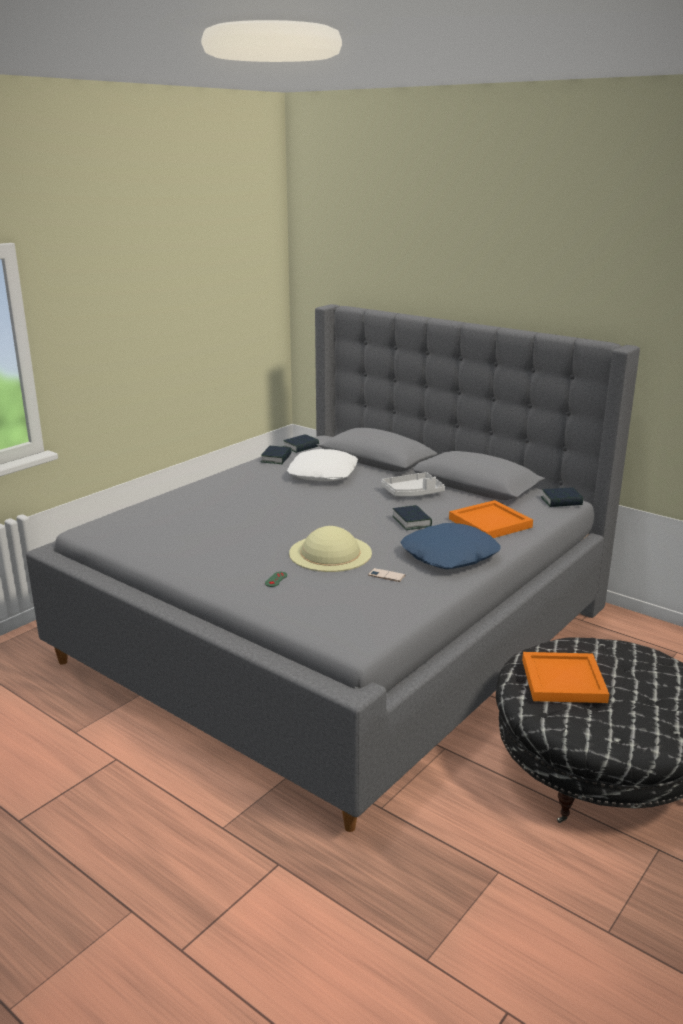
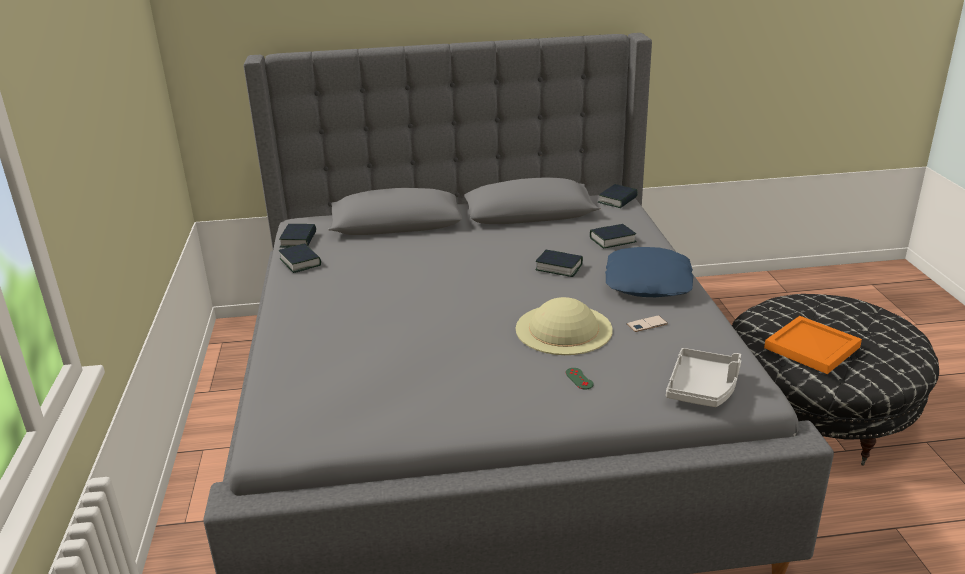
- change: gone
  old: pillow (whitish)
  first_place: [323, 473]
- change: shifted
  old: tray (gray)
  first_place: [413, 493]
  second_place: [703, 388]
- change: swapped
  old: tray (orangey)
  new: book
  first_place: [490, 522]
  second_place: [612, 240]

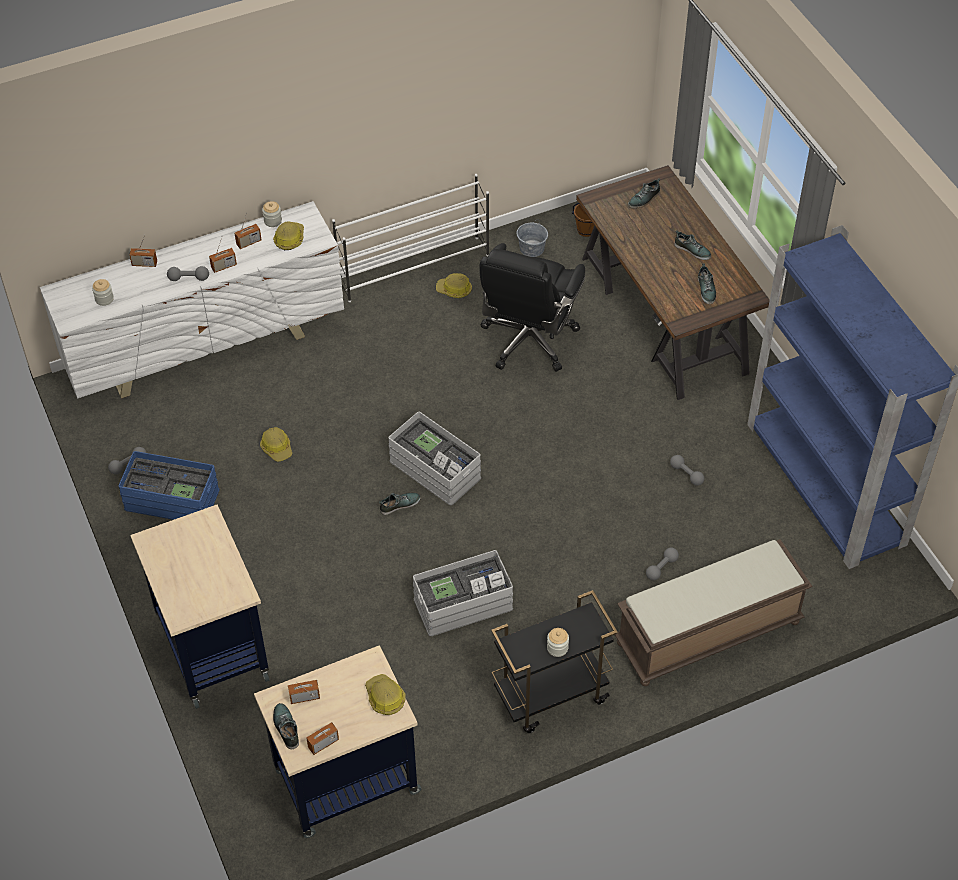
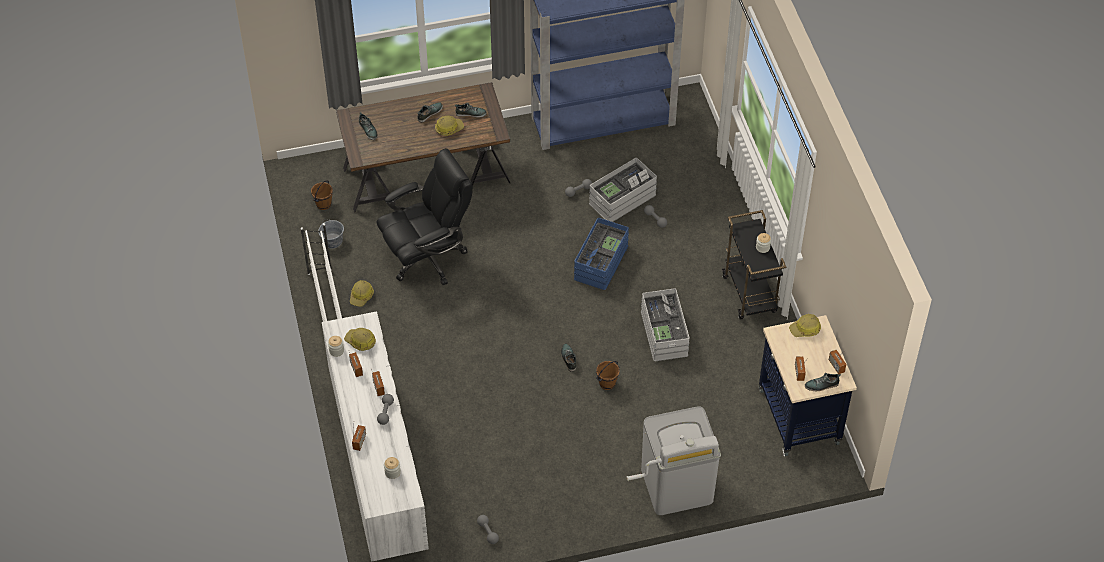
- change: gone
  old: bench (brown-coloured)
  first_place: [707, 634]
- change: new
  new: pail (brown-coloured)
  second_place: [607, 384]
- change: shifted
  old: storage box (blue-coloured)
  first_place: [171, 500]
  second_place: [601, 262]
- change: shifted
  old: safety helmet
  first_place: [277, 448]
  second_place: [449, 128]
- change: shifted
  old: storage box (gray)
  first_place: [436, 469]
  second_place: [622, 198]
- change: swapped
  old: trolley (blue-coloured)
  new: laundry appliance (gray)
  first_place: [212, 647]
  second_place: [675, 487]
- change: rotated
  old: office chair (black)
  first_place: [529, 339]
  second_place: [427, 257]
  degrees: -60

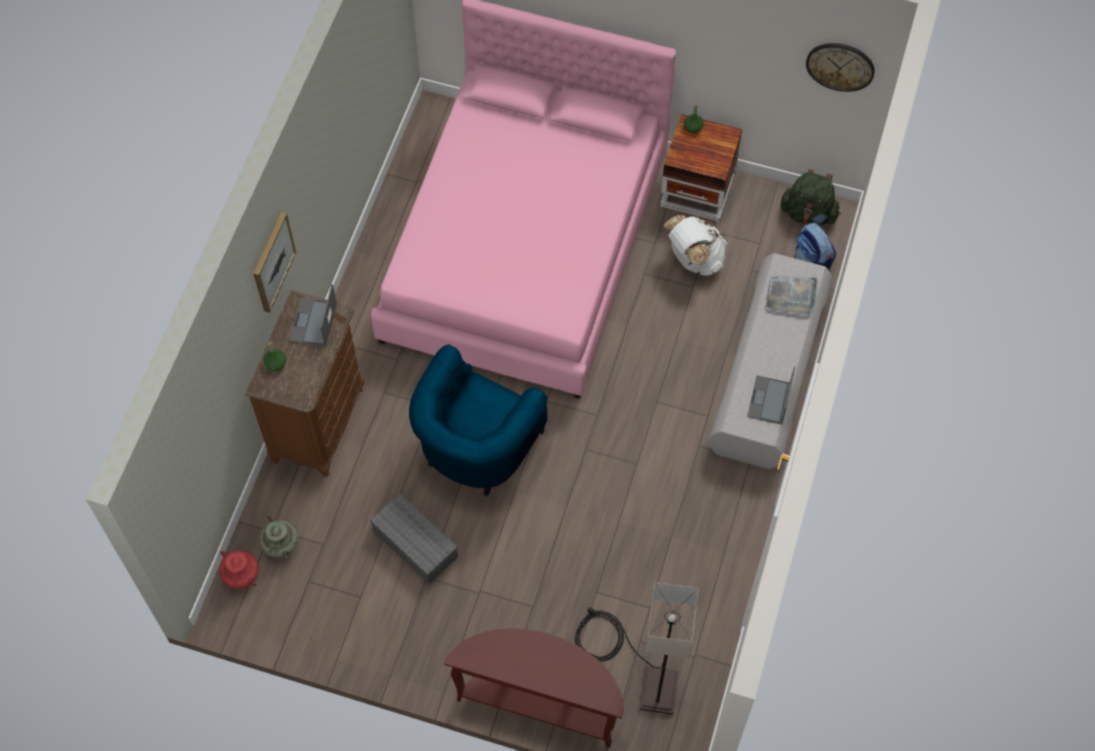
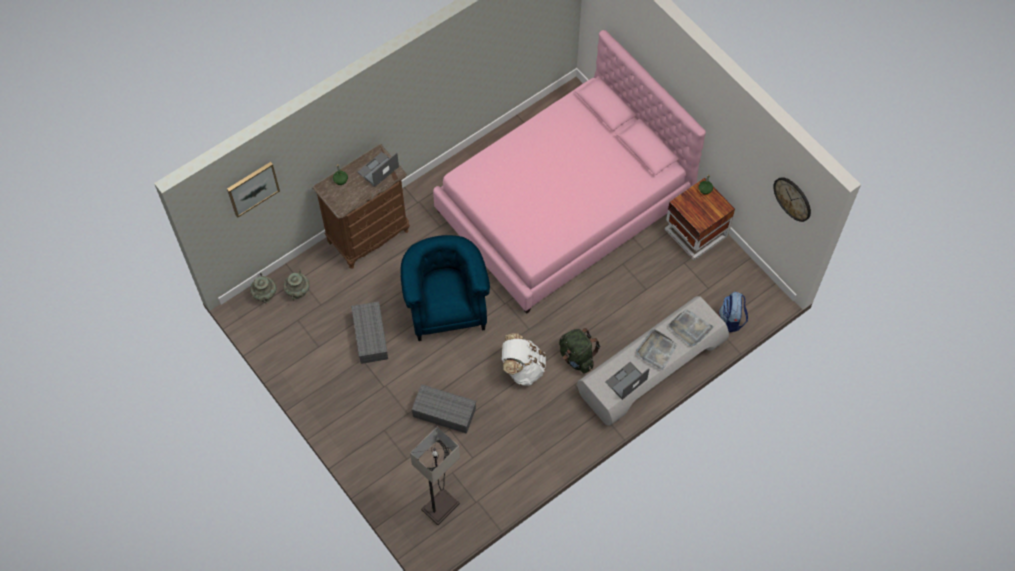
- change: gone
  old: hall table (brown-coloured)
  first_place: [540, 702]
- change: new
  new: storage box (gray)
  second_place: [443, 413]
- change: new
  new: tray (gray)
  second_place: [656, 350]
- change: shifted
  old: wall picture
  first_place: [272, 262]
  second_place: [252, 188]
- change: shifted
  old: rucksack (whitish)
  first_place: [694, 259]
  second_place: [522, 368]
- change: shifted
  old: rucksack (green-coloured)
  first_place: [808, 214]
  second_place: [577, 357]
- change: repainted
  old: vase (reddish)
  new: vase (blue-green)
  first_place: [241, 576]
  second_place: [265, 294]
- change: rotated
  old: armchair (blue-coloured)
  first_place: [478, 448]
  second_place: [446, 305]
  degrees: 105

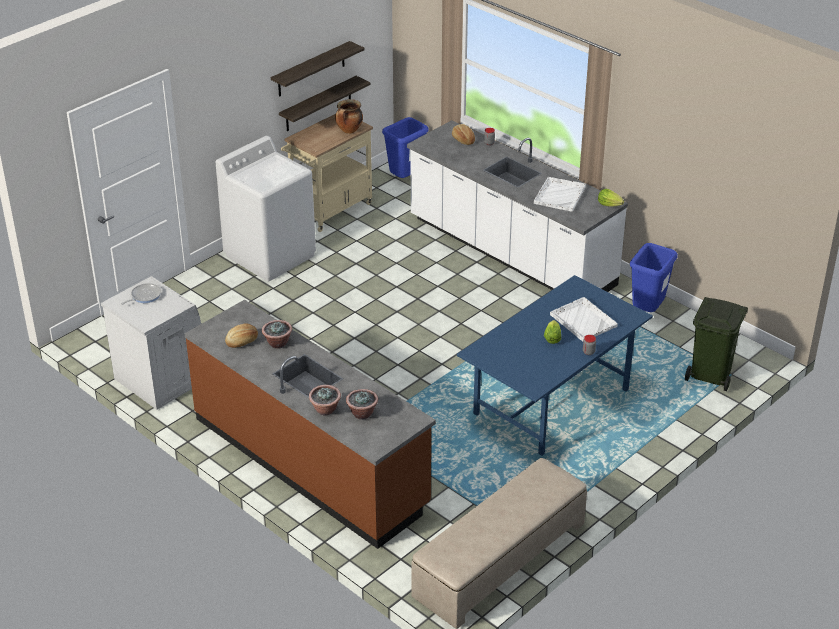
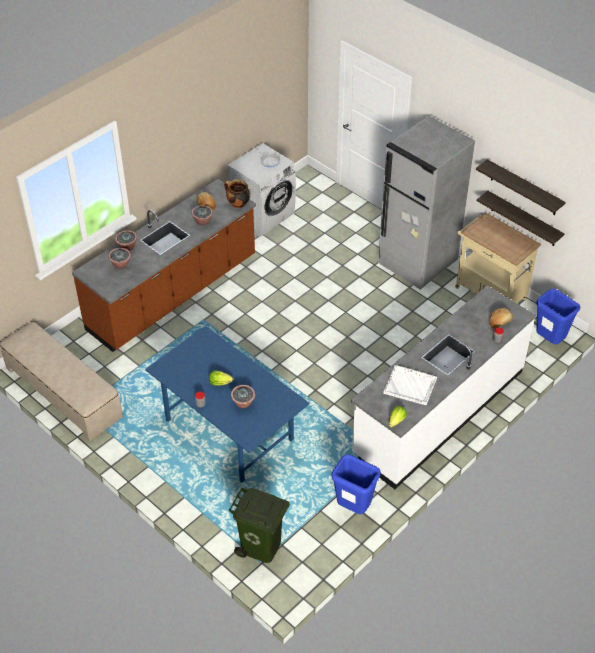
- change: shifted
  old: stockpot
  first_place: [349, 131]
  second_place: [238, 204]
- change: swapped
  old: laundry appliance (whitish)
  new: kitchen fridge (gray)
  first_place: [270, 255]
  second_place: [418, 261]
- change: swapped
  old: tray (whitish)
  new: houseplant
  first_place: [583, 320]
  second_place: [243, 403]

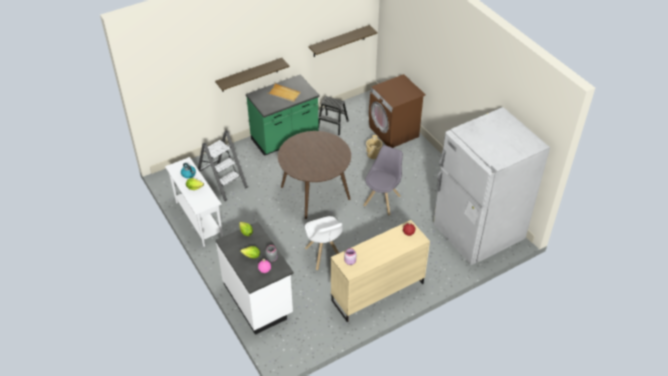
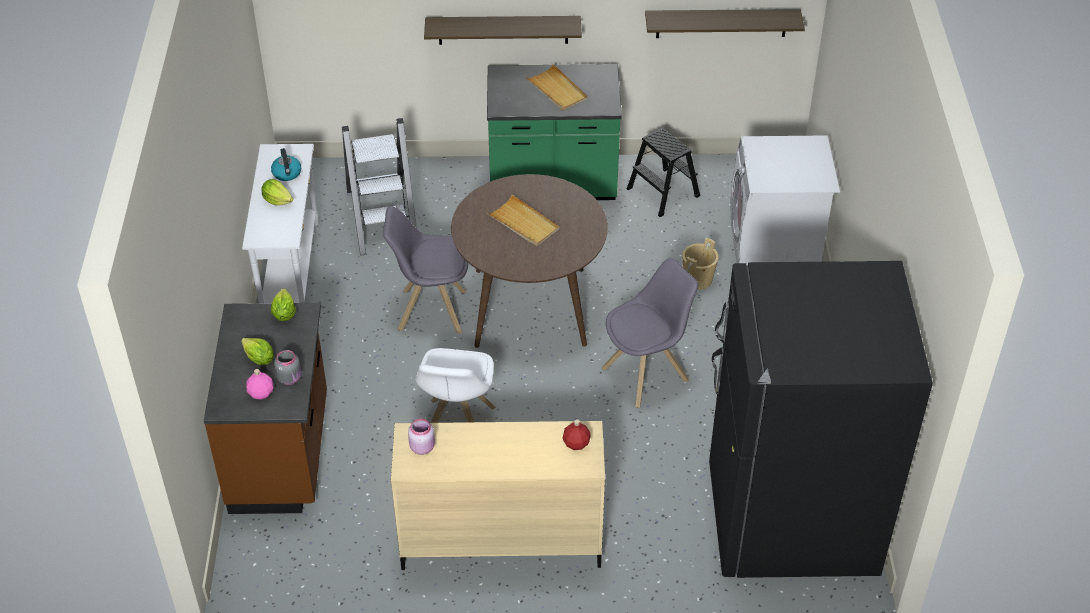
- change: new
  new: chair (gray)
  second_place: [431, 311]
- change: new
  new: tray (beige)
  second_place: [523, 223]
- change: repainted
  old: kitchen counter (whitish)
  new: kitchen counter (brown-coloured)
  first_place: [258, 299]
  second_place: [282, 454]
- change: repainted
  old: laundry appliance (brown-coloured)
  new: laundry appliance (whitish)
  first_place: [395, 132]
  second_place: [775, 253]
- change: repainted
  old: kitchen fridge (whitish)
  new: kitchen fridge (black)
  first_place: [478, 232]
  second_place: [792, 519]

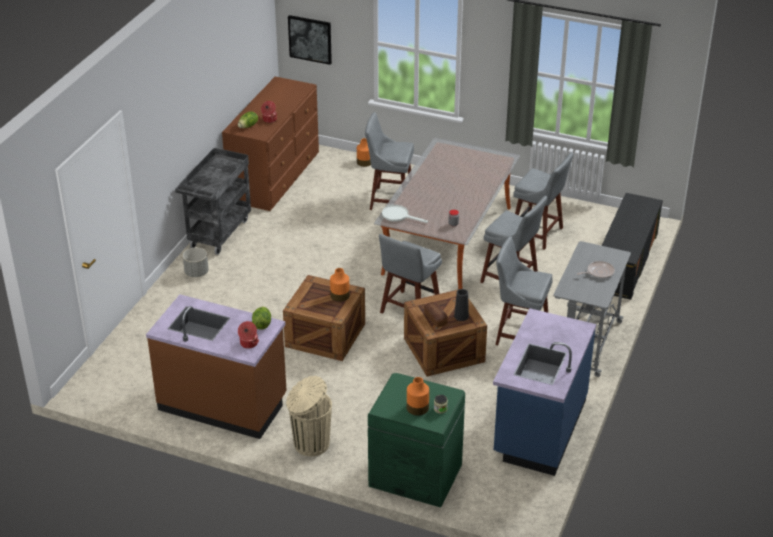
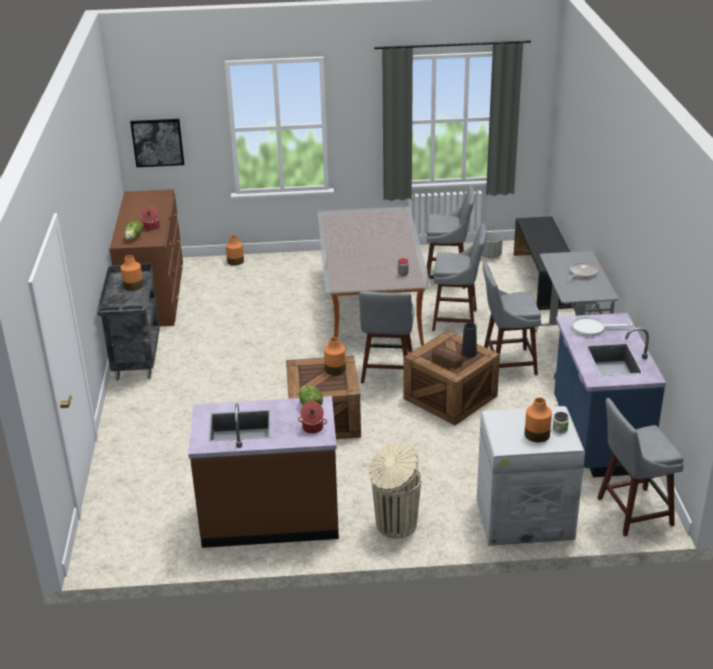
- change: new
  new: vase (orangey)
  second_place: [133, 286]
- change: shifted
  old: plant pot (gray)
  first_place: [197, 272]
  second_place: [490, 256]
- change: shifted
  old: chair (gray)
  first_place: [389, 199]
  second_place: [631, 512]
- change: shifted
  old: pan (whitish)
  first_place: [399, 216]
  second_place: [593, 328]
- change: repainted
  old: laundry appliance (green-coloured)
  new: laundry appliance (whitish)
  first_place: [416, 472]
  second_place: [522, 515]

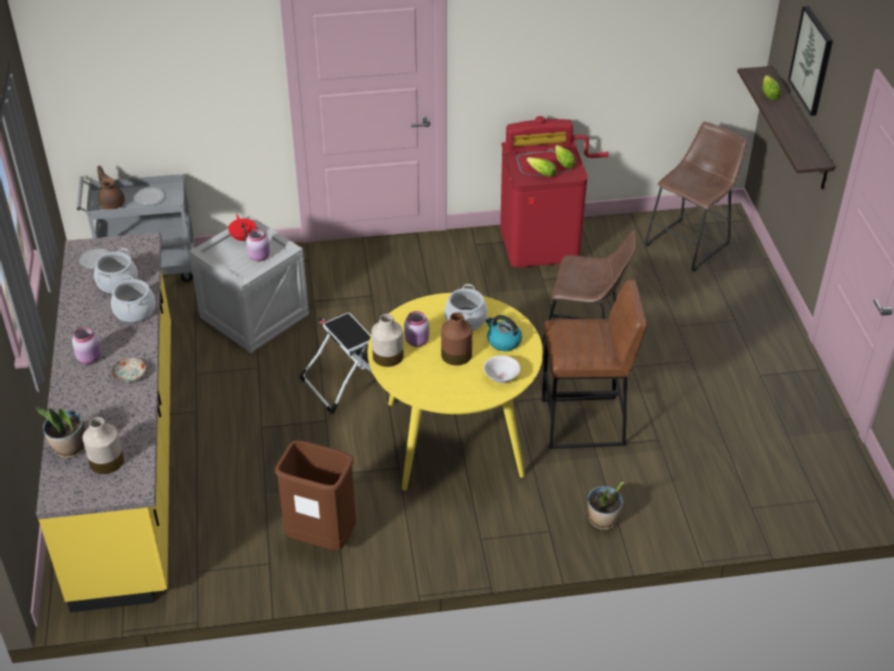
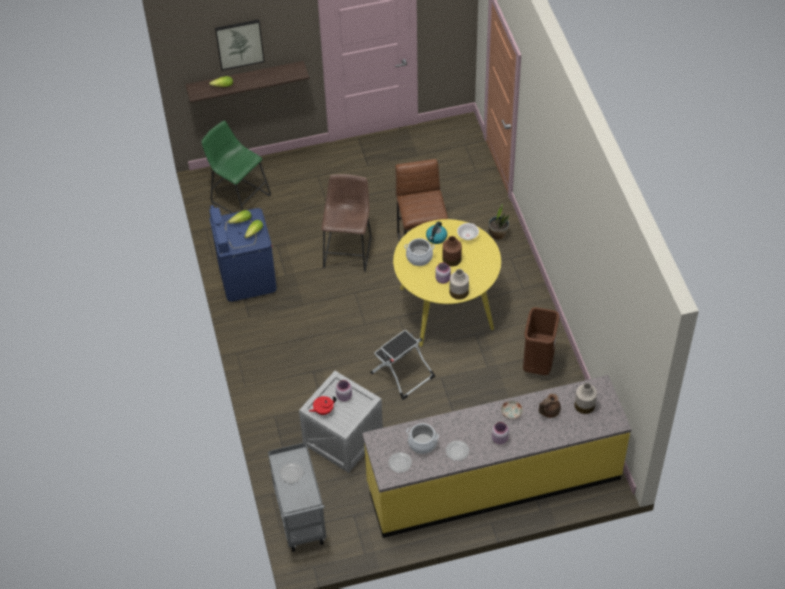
- change: gone
  old: houseplant
  first_place: [70, 448]
- change: gone
  old: stockpot
  first_place: [135, 311]
- change: new
  new: plate
  second_place: [457, 451]
- change: shifted
  old: pot for tea (brown-coloured)
  first_place: [112, 203]
  second_place: [548, 411]
- change: repainted
  old: laundry appliance (reddish)
  new: laundry appliance (blue-coloured)
  first_place: [541, 244]
  second_place: [246, 278]
- change: repainted
  old: stool (brown-coloured)
  new: stool (green-coloured)
  first_place: [690, 242]
  second_place: [238, 197]

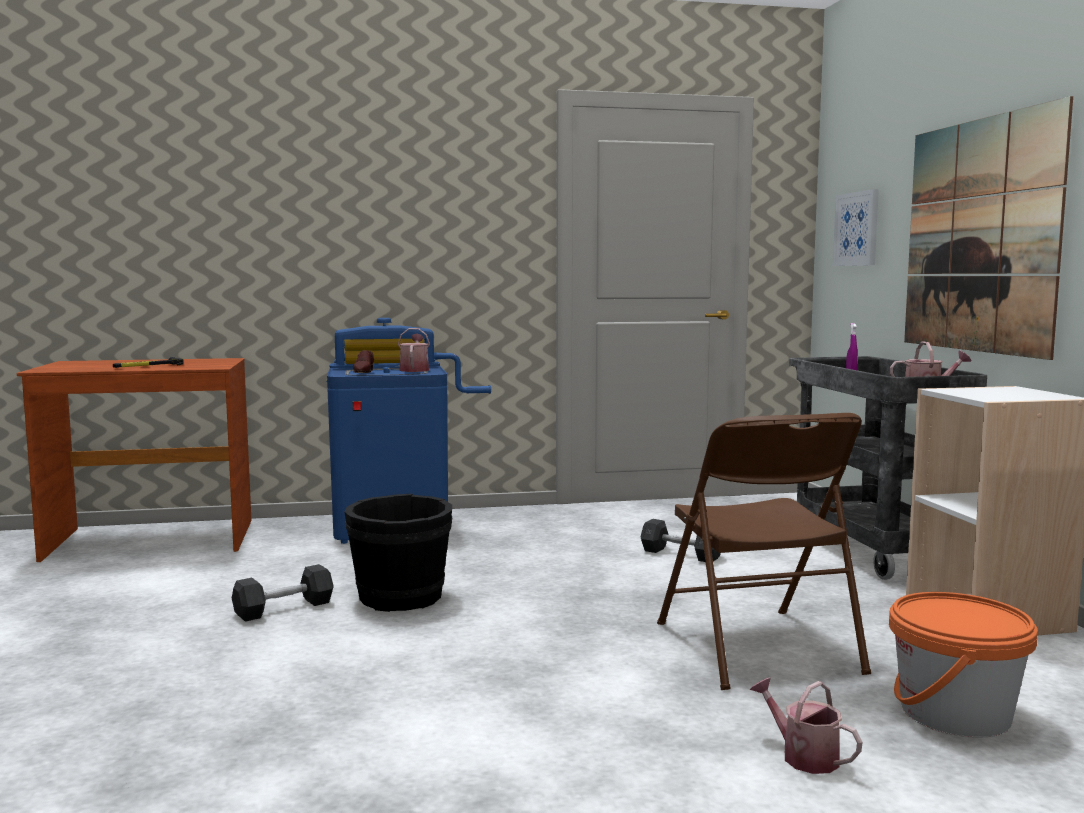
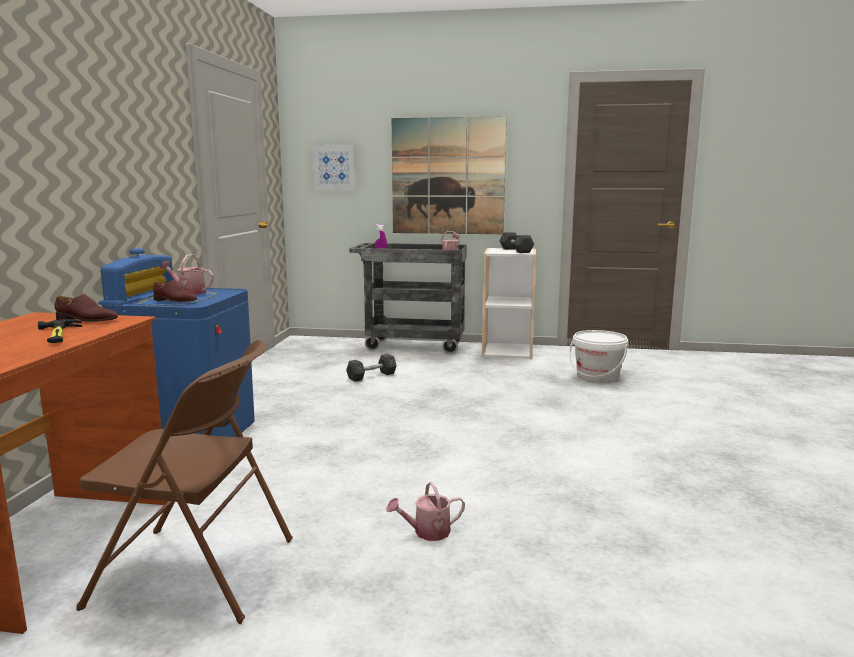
- change: gone
  old: pail (black)
  first_place: [401, 598]
- change: new
  new: low shoe (brown-coloured)
  second_place: [86, 320]
- change: shifted
  old: hand weight (gray)
  first_place: [284, 609]
  second_place: [516, 250]
- change: shifted
  old: chair (brown-coloured)
  first_place: [756, 647]
  second_place: [194, 572]
- change: shifted
  old: watering can
  first_place: [803, 756]
  second_place: [427, 532]
- change: repainted
  old: pail (orangey)
  new: pail (whitish)
  first_place: [954, 713]
  second_place: [597, 376]

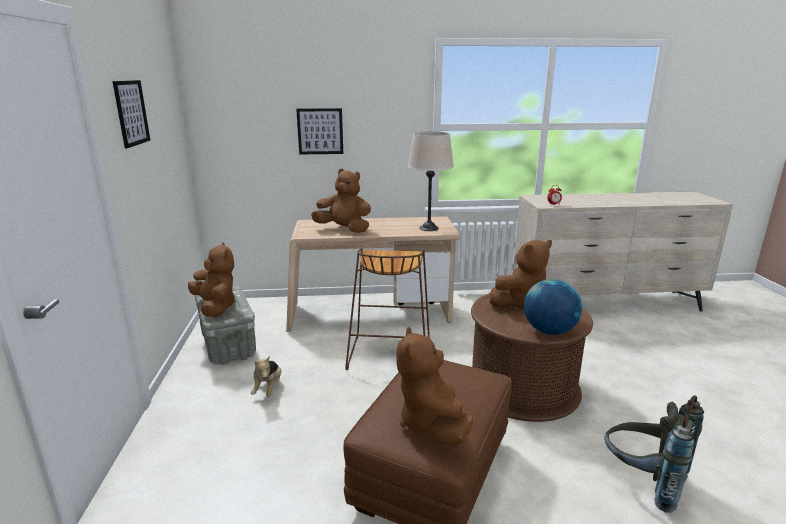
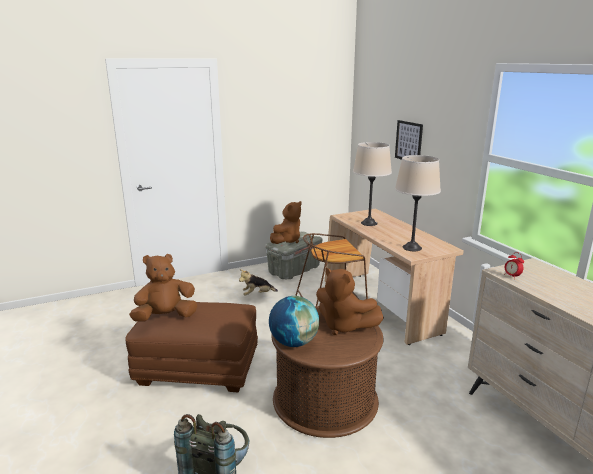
- change: gone
  old: wall picture
  first_place: [131, 113]
- change: swapped
  old: plush toy (brown-coloured)
  new: table lamp (beige)
  first_place: [344, 229]
  second_place: [369, 223]

